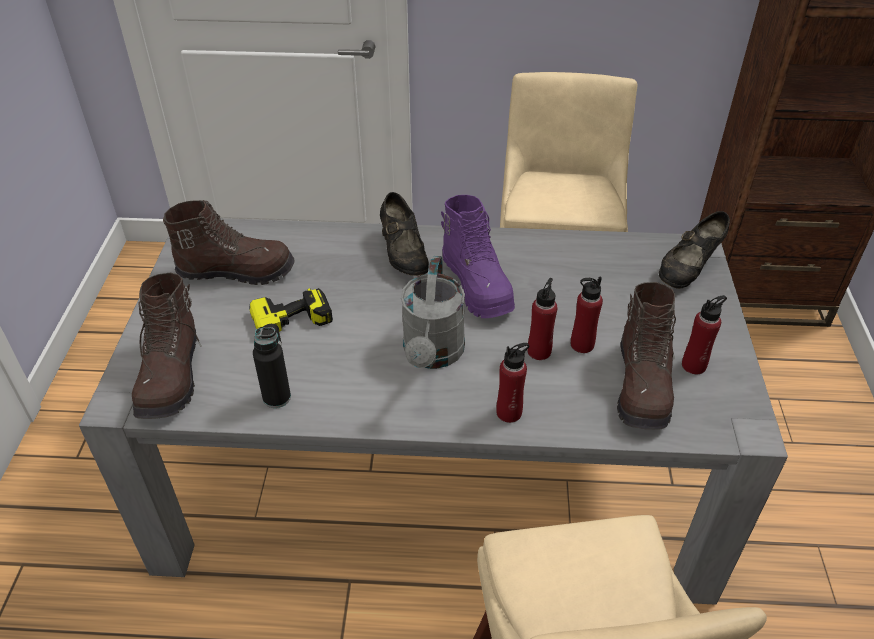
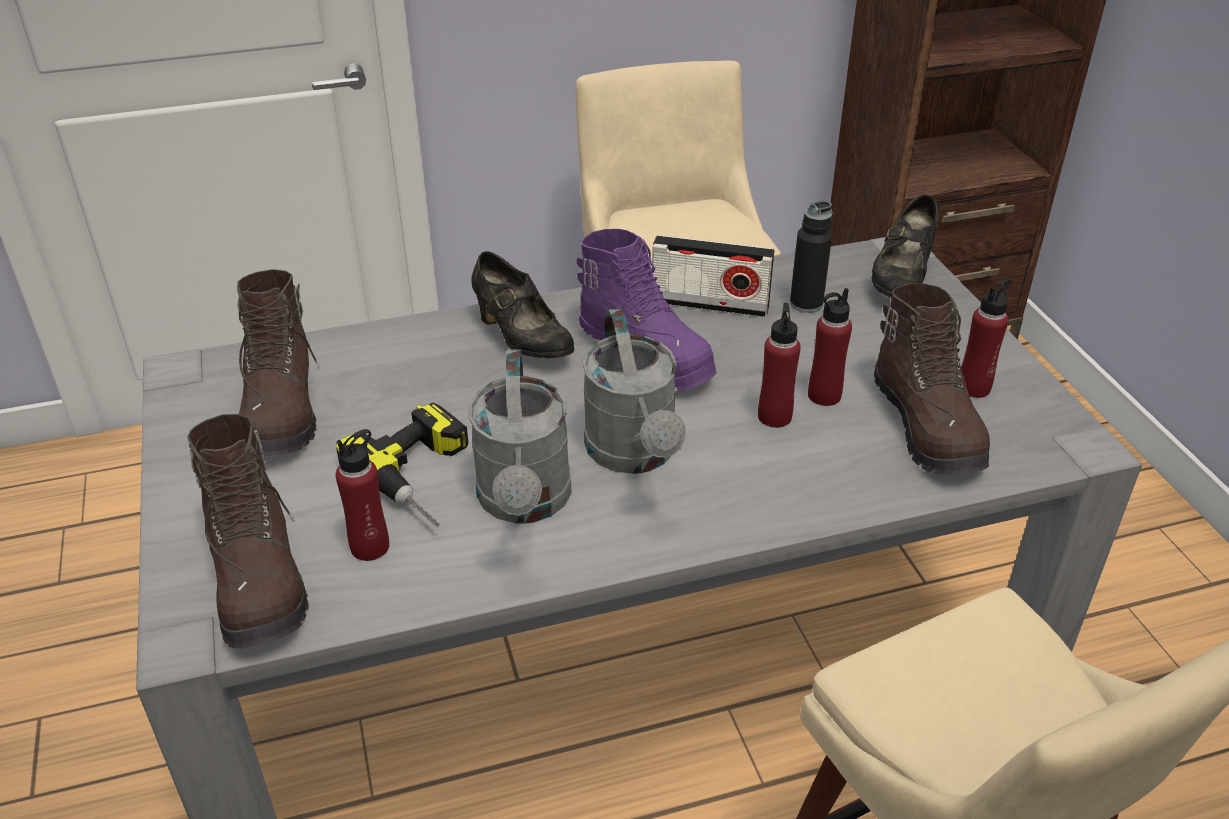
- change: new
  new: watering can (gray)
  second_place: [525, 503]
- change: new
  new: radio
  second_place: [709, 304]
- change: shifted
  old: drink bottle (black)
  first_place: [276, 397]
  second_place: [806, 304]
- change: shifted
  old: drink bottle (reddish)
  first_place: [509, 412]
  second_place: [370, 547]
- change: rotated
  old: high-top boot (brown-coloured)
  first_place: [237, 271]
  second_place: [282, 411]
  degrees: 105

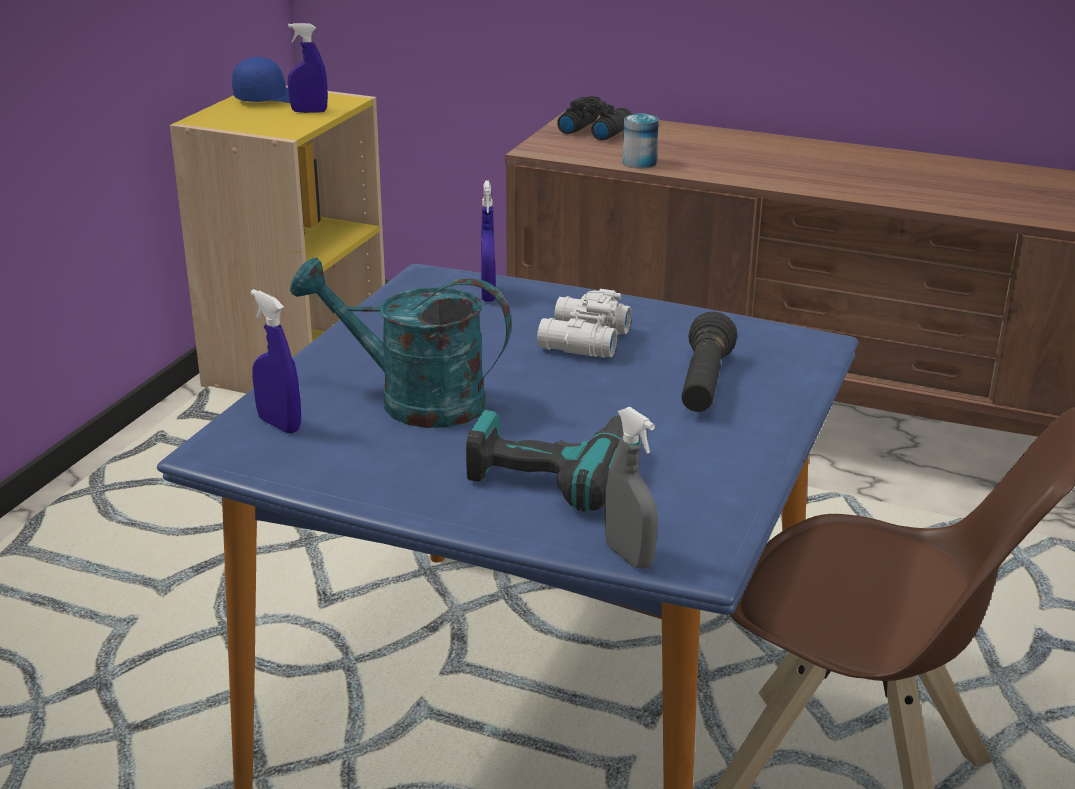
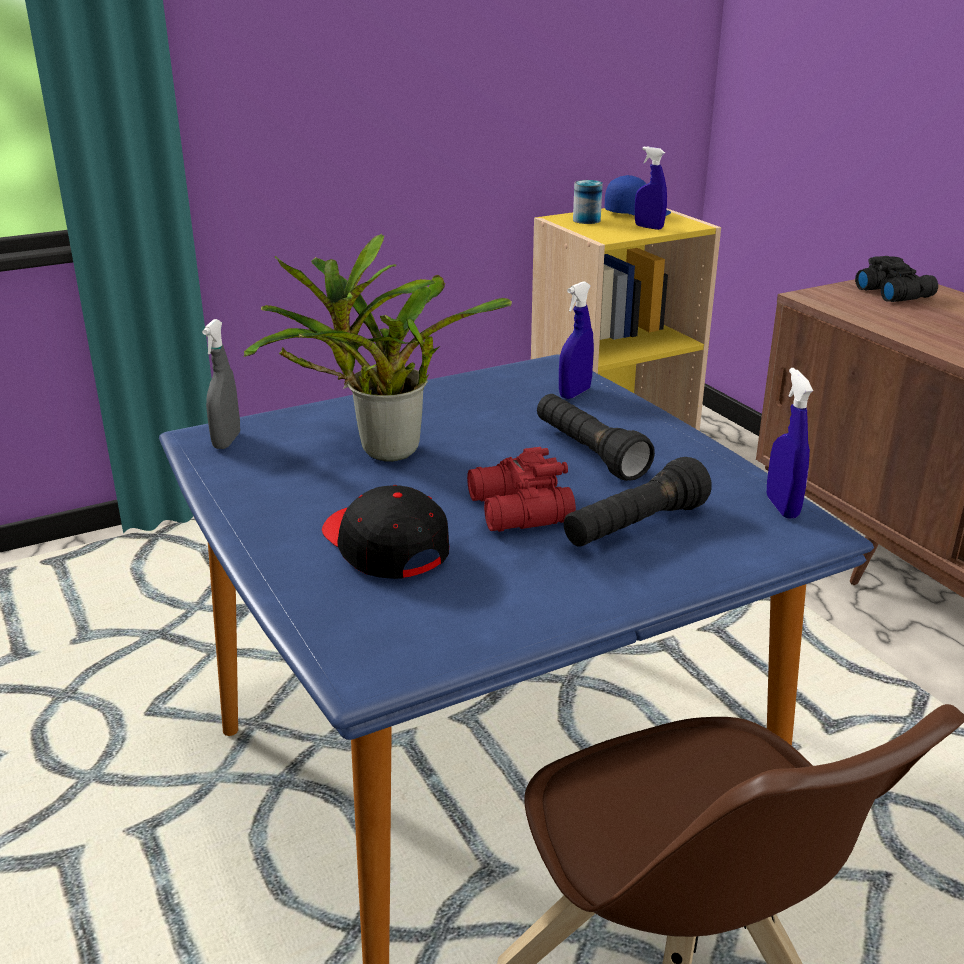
- change: new
  new: field glasses (reddish)
  second_place: [517, 511]
- change: shifted
  old: hand sprayer (blue-coloured)
  first_place: [279, 424]
  second_place: [782, 507]
- change: shifted
  old: hand sprayer (gray)
  first_place: [629, 556]
  second_place: [227, 441]
- change: shifted
  old: metal can
  first_place: [639, 162]
  second_place: [586, 220]
- change: swapped
  old: watering can (blue-green)
  new: houseplant
  first_place: [413, 401]
  second_place: [381, 452]
- change: swapped
  old: power drill
  new: peaked cap (black)
  first_place: [553, 472]
  second_place: [384, 546]
- change: swapped
  old: field glasses (whitish)
  new: hand torch (black)
  first_place: [581, 341]
  second_place: [588, 453]

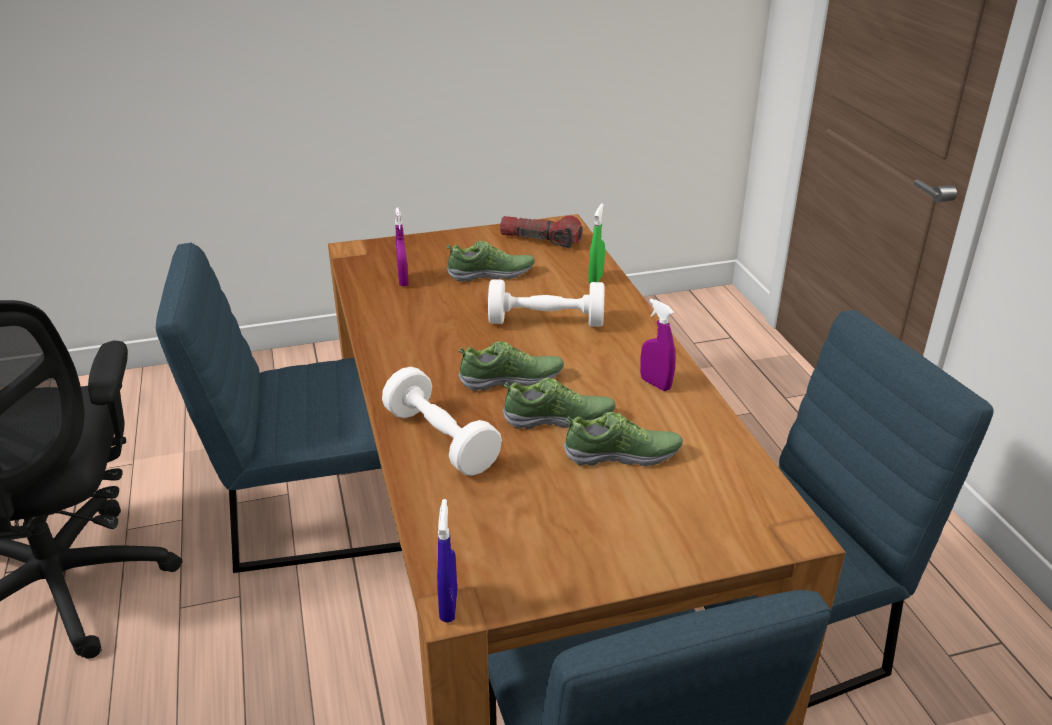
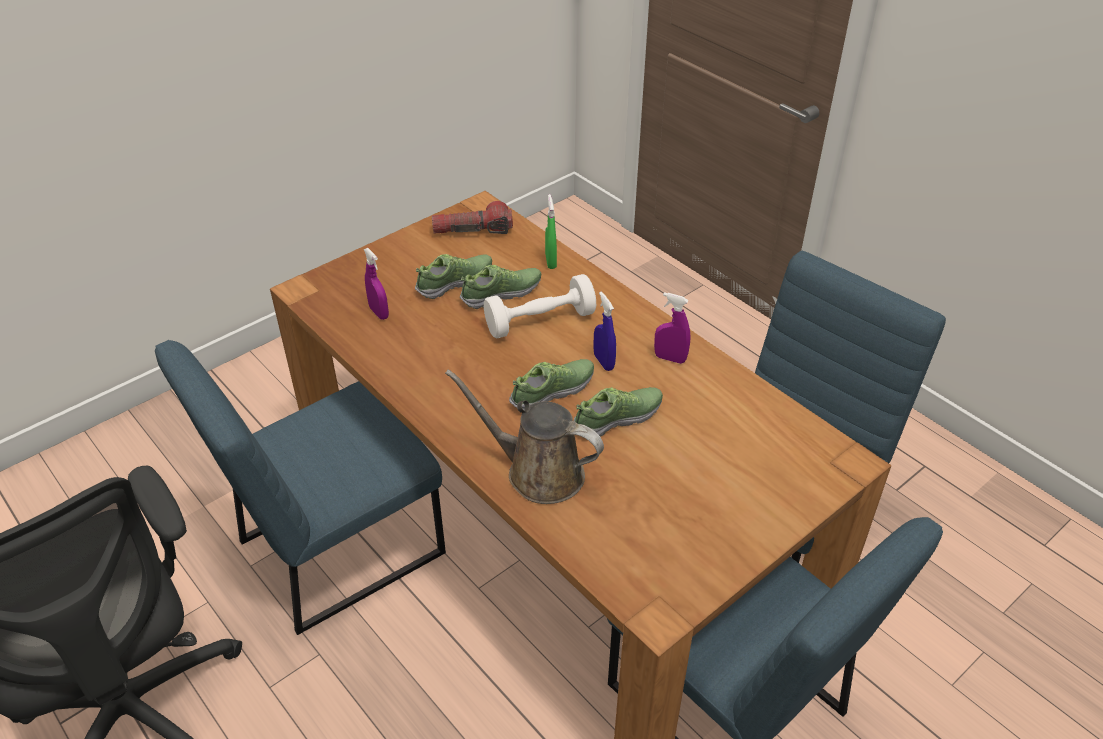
- change: shifted
  old: hand sprayer (blue-coloured)
  first_place: [448, 606]
  second_place: [603, 362]
- change: shifted
  old: low shoe
  first_place: [622, 455]
  second_place: [501, 294]
- change: swapped
  old: hand weight (whitish)
  new: watering can (brown-coloured)
  first_place: [441, 440]
  second_place: [538, 472]

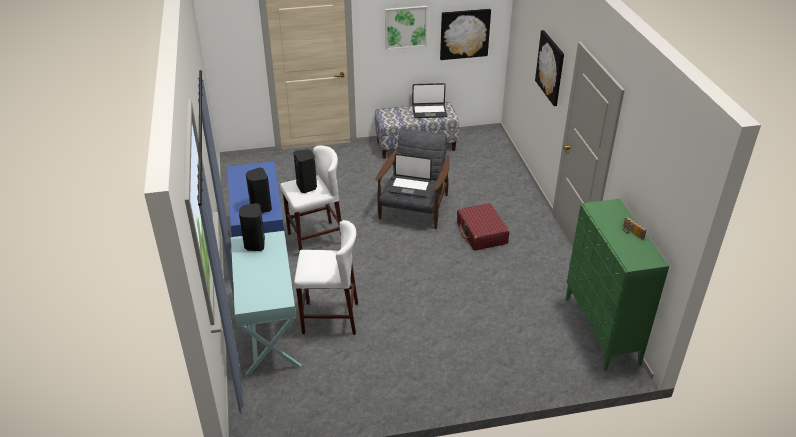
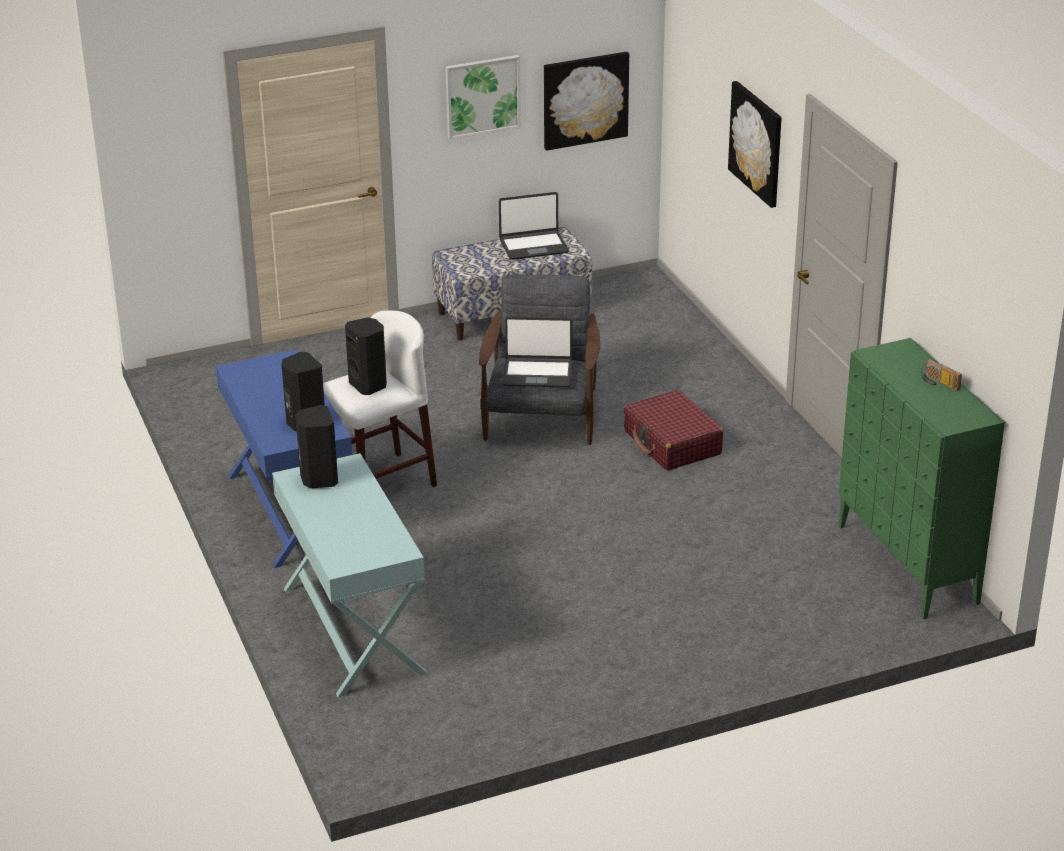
- change: gone
  old: stool (whitish)
  first_place: [330, 318]

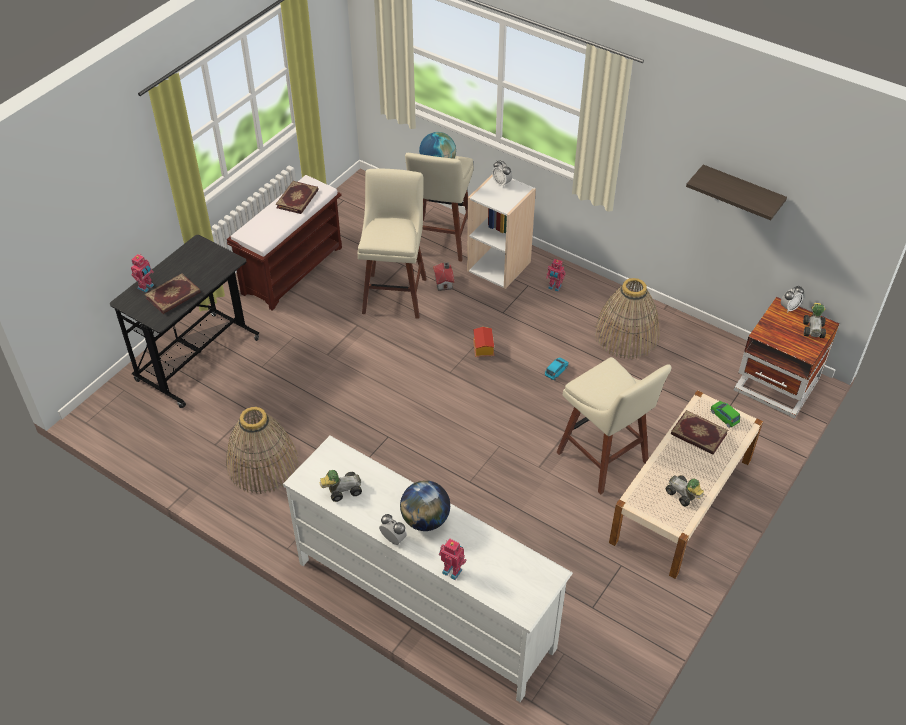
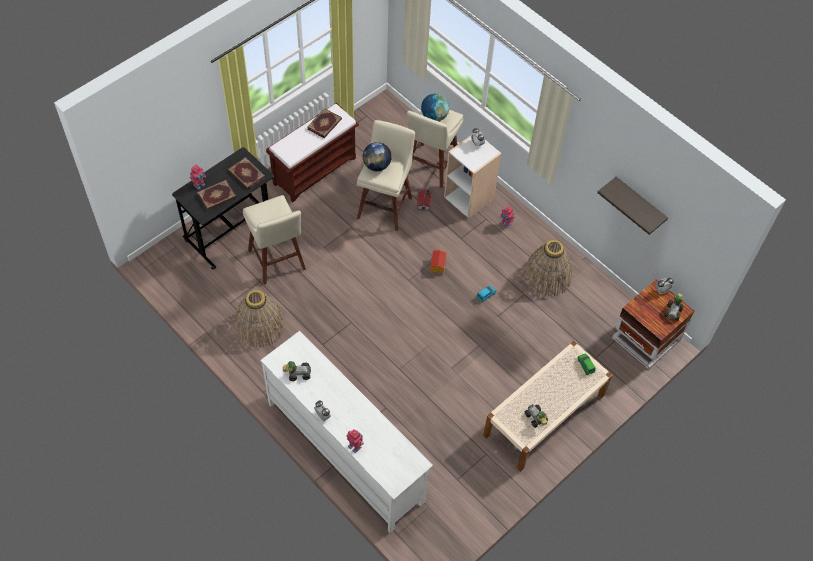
- change: shifted
  old: globe
  first_place: [425, 520]
  second_place: [376, 165]
- change: shifted
  old: stool (beige)
  first_place: [603, 459]
  second_place: [277, 261]
- change: shifted
  old: book
  first_place: [698, 434]
  second_place: [246, 175]

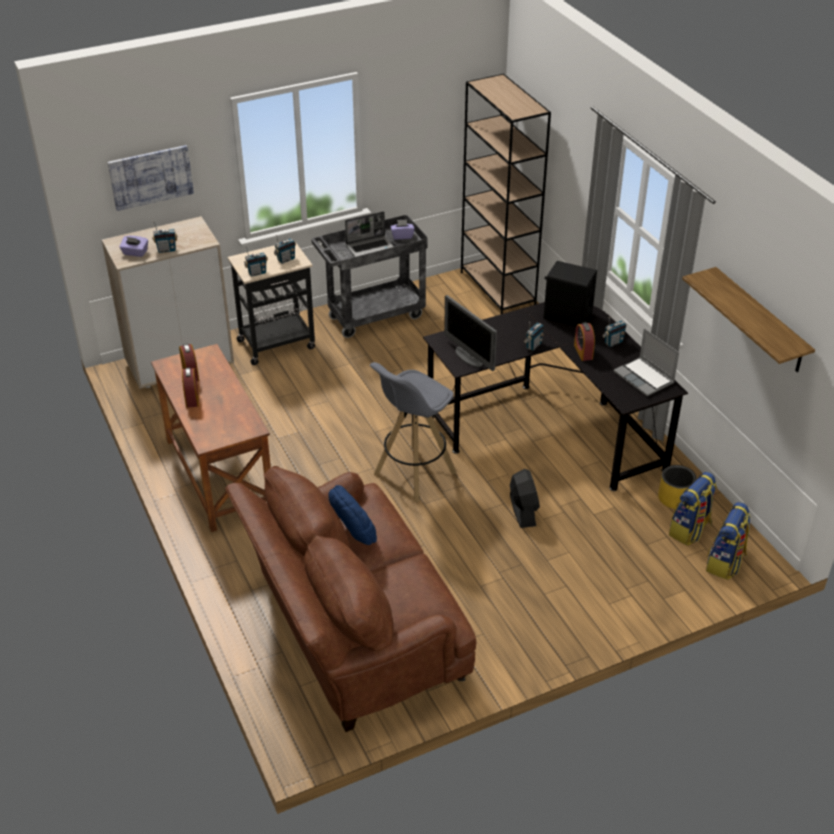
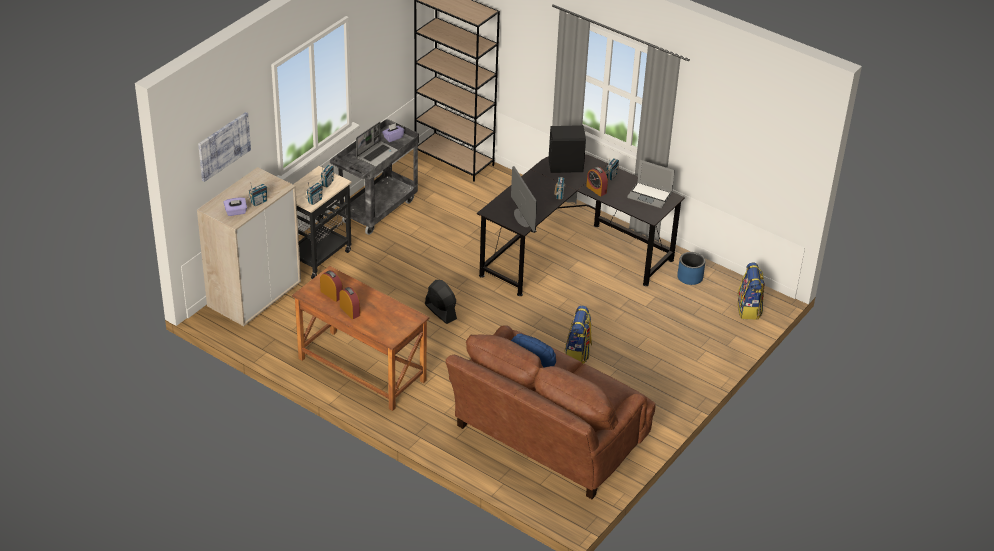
- change: gone
  old: stool (gray)
  first_place: [412, 474]
- change: gone
  old: wall shelf
  first_place: [760, 321]
- change: shifted
  old: cooling fan (black)
  first_place: [522, 510]
  second_place: [440, 311]
- change: shifted
  old: rucksack
  first_place: [690, 530]
  second_place: [578, 353]
- change: repainted
  old: plant pot (yellow-coloured)
  new: plant pot (blue-coloured)
  first_place: [675, 498]
  second_place: [690, 277]
- change: rotated
  old: computer display
  first_place: [469, 357]
  second_place: [522, 218]
  degrees: -135

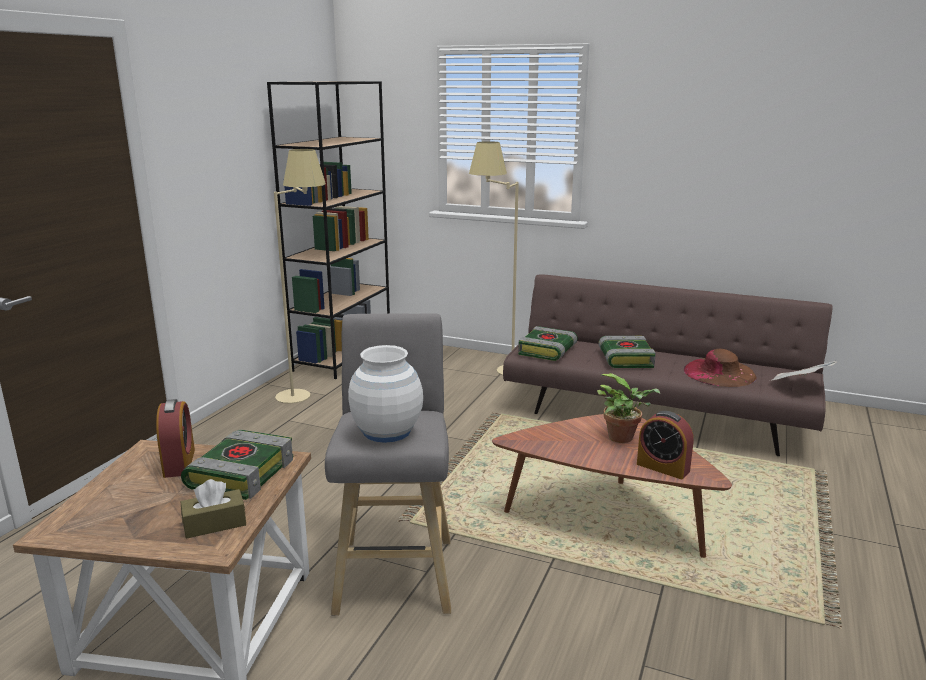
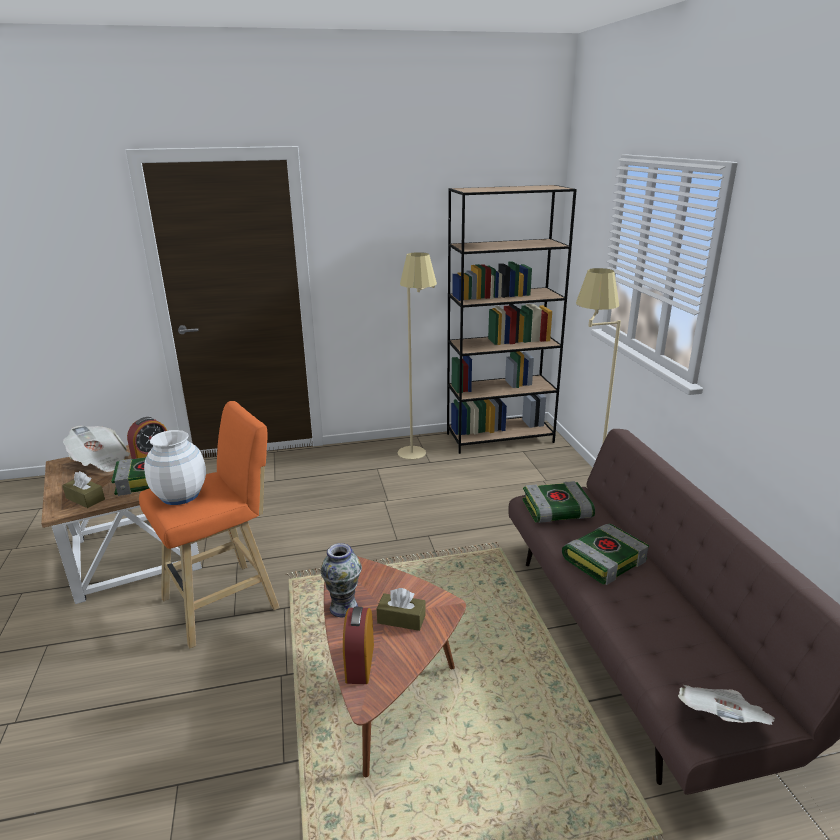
- change: gone
  old: hat (brown-coloured)
  first_place: [719, 373]
- change: new
  new: daily paper
  second_place: [100, 461]
- change: new
  new: vase
  second_place: [343, 607]
- change: swapped
  old: houseplant
  new: box of tissues (brown-coloured)
  first_place: [624, 438]
  second_place: [401, 619]
- change: repainted
  old: stool (gray)
  new: stool (orangey)
  first_place: [396, 571]
  second_place: [226, 601]

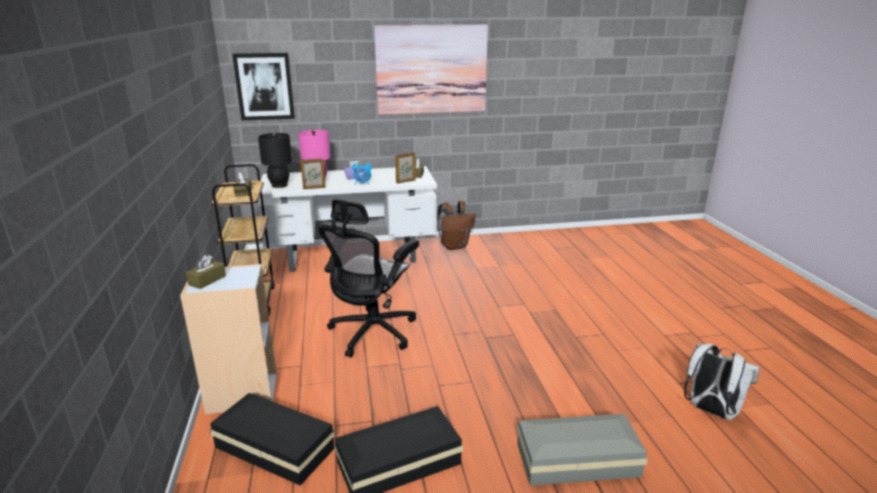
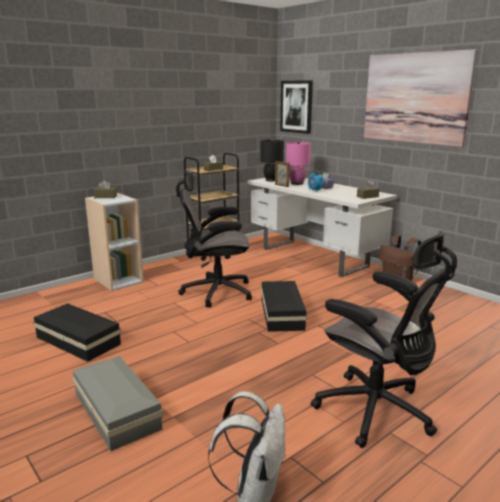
- change: gone
  old: standing frame
  first_place: [406, 181]
- change: new
  new: office chair
  second_place: [375, 410]
- change: shifted
  old: storage box (black)
  first_place: [274, 446]
  second_place: [282, 313]

